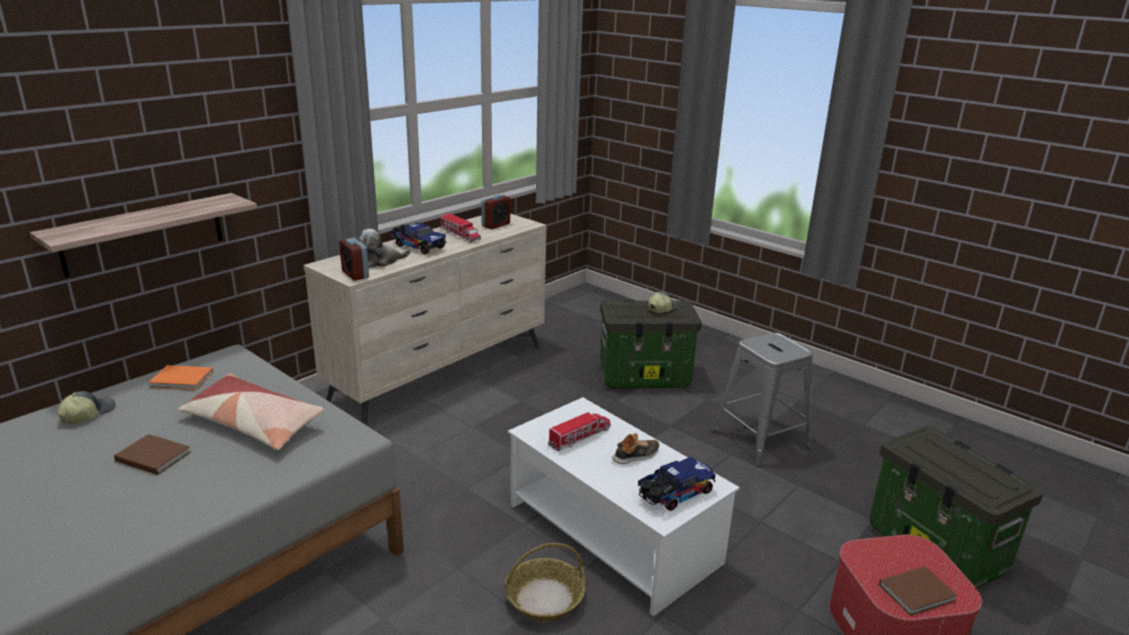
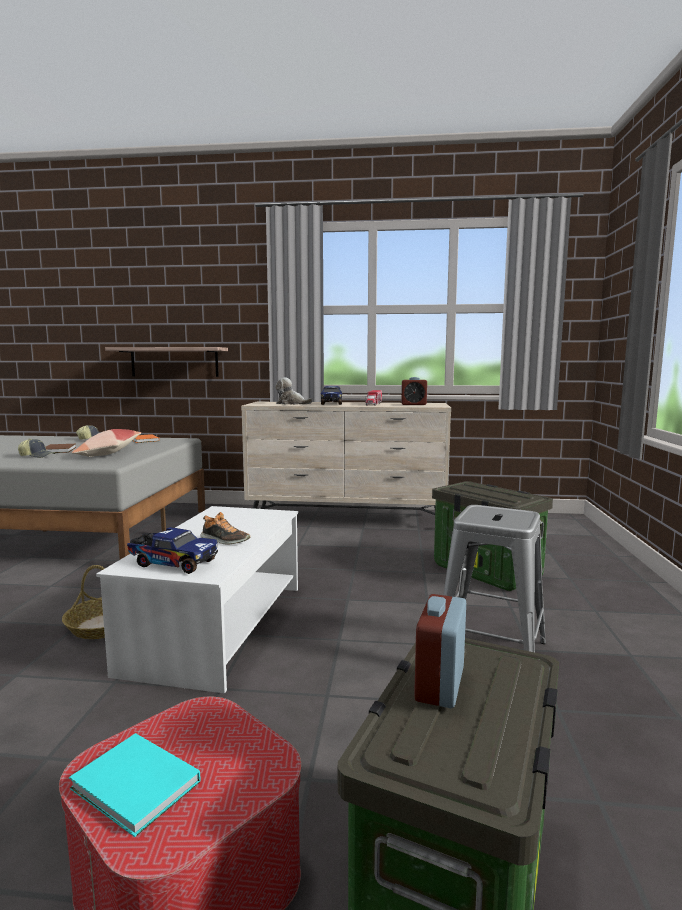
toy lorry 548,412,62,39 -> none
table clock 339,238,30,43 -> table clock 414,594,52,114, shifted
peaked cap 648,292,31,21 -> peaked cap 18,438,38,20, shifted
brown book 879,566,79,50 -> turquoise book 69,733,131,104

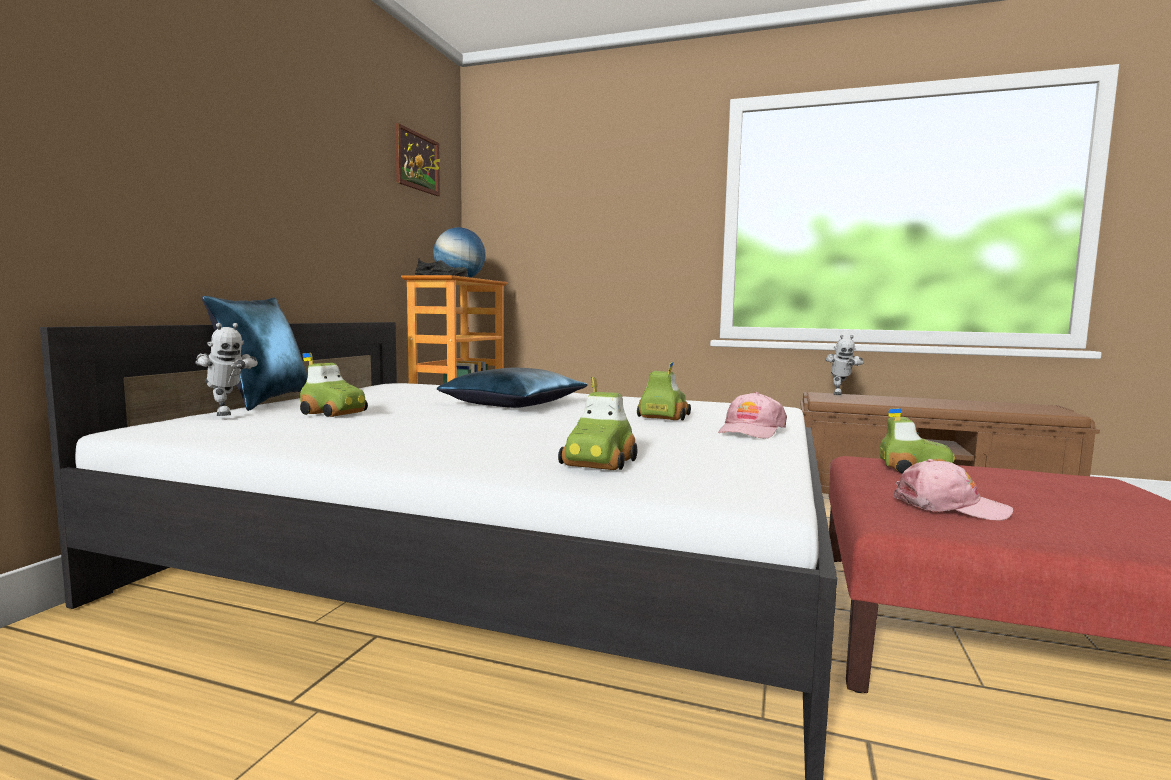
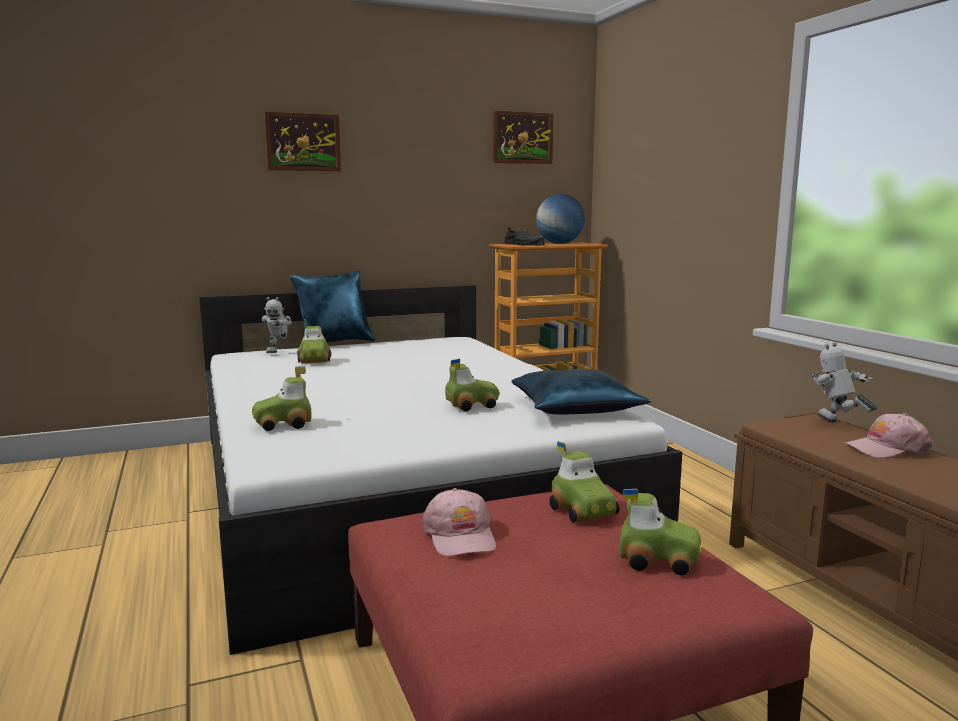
none -> picture 264,111,77,60
none -> miniature car 620,489,81,86
blue pillow 437,368,151,40 -> blue pillow 512,369,139,46, shifted
pink-coloured peaked cap 718,392,69,47 -> pink-coloured peaked cap 845,413,88,45, shifted
robot figure 825,335,39,60 -> robot figure 812,342,65,81, 90 degrees clockwise

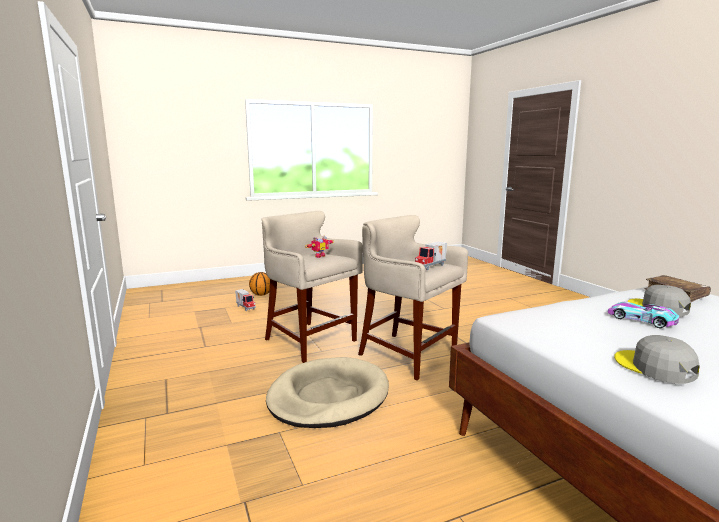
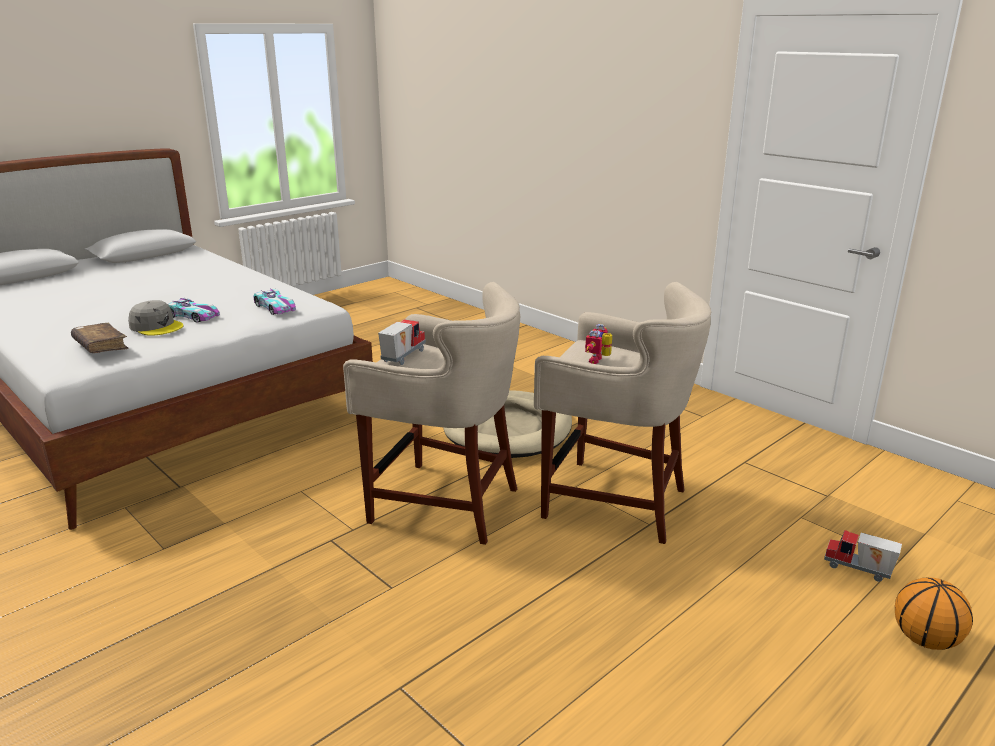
greyish peaked cap 614,335,86,49 -> none
none -> miniature car 253,289,43,26

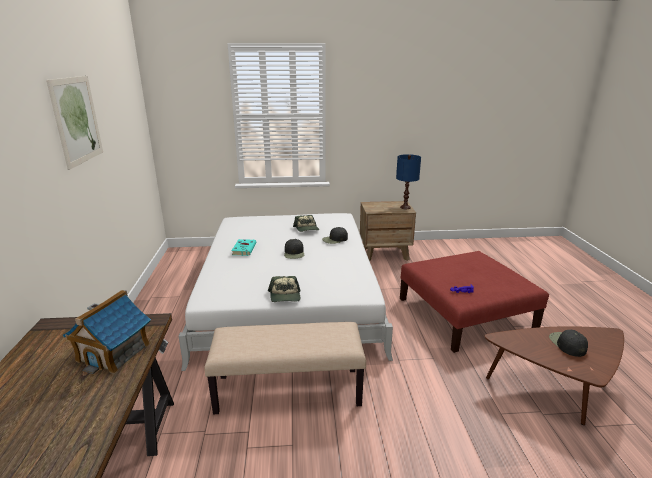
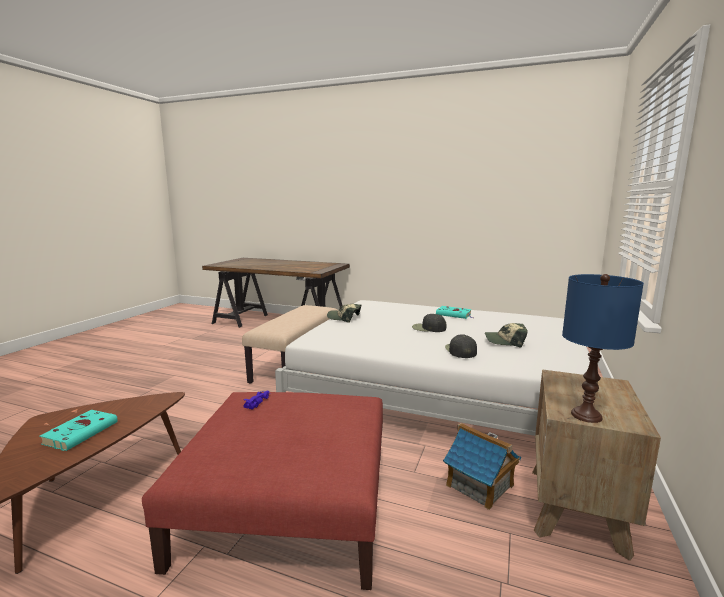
picture 46,76,57,94 -> none
toy house 63,290,88,84 -> toy house 443,423,78,87, shifted
black peaked cap 549,330,39,27 -> turquoise book 39,410,79,41

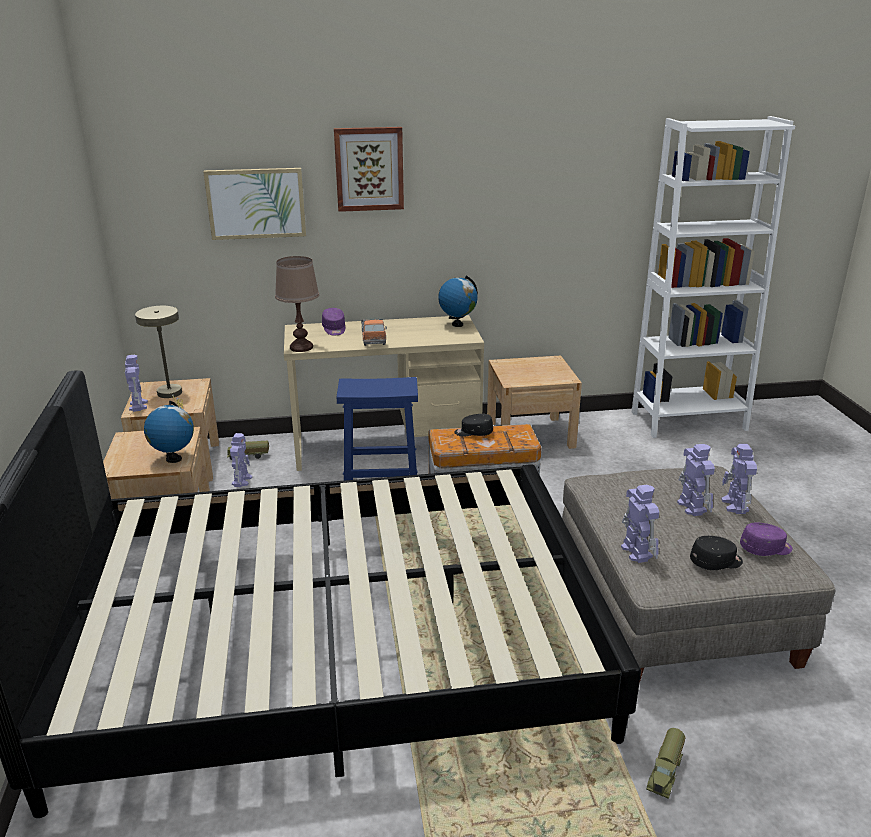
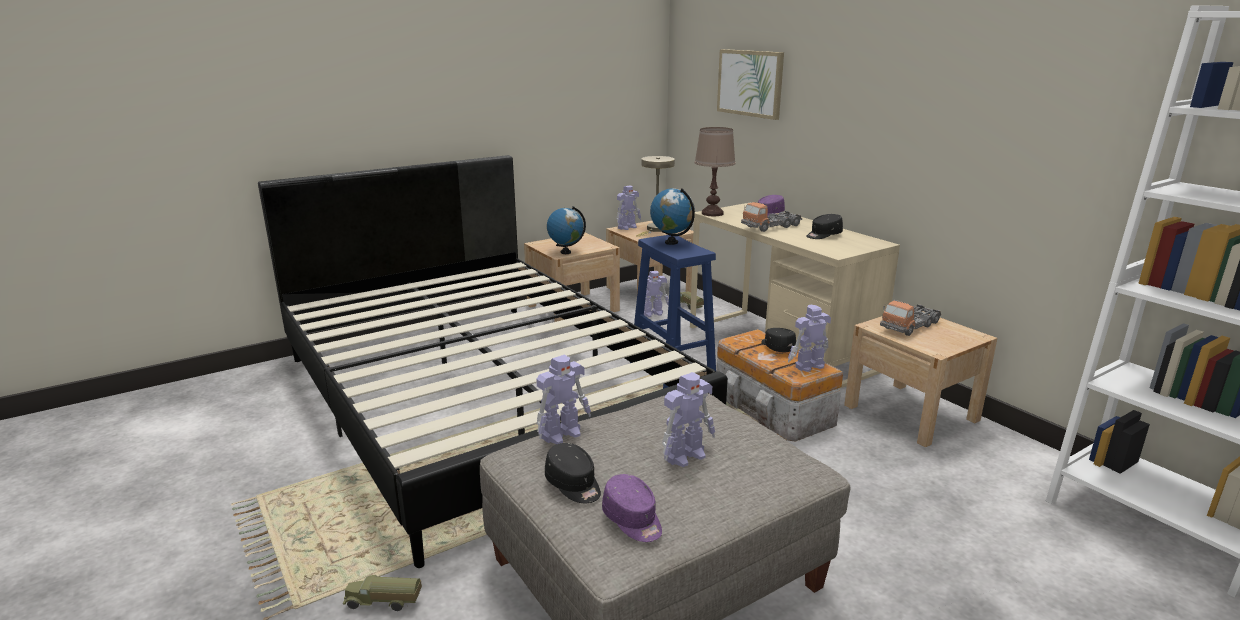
picture 334,127,70,85 -> none
none -> black peaked cap 806,214,37,25
none -> toy lorry 880,300,61,36
world globe 438,276,40,51 -> world globe 650,188,45,57, shifted
robot figure 721,444,36,70 -> robot figure 788,305,43,67, shifted

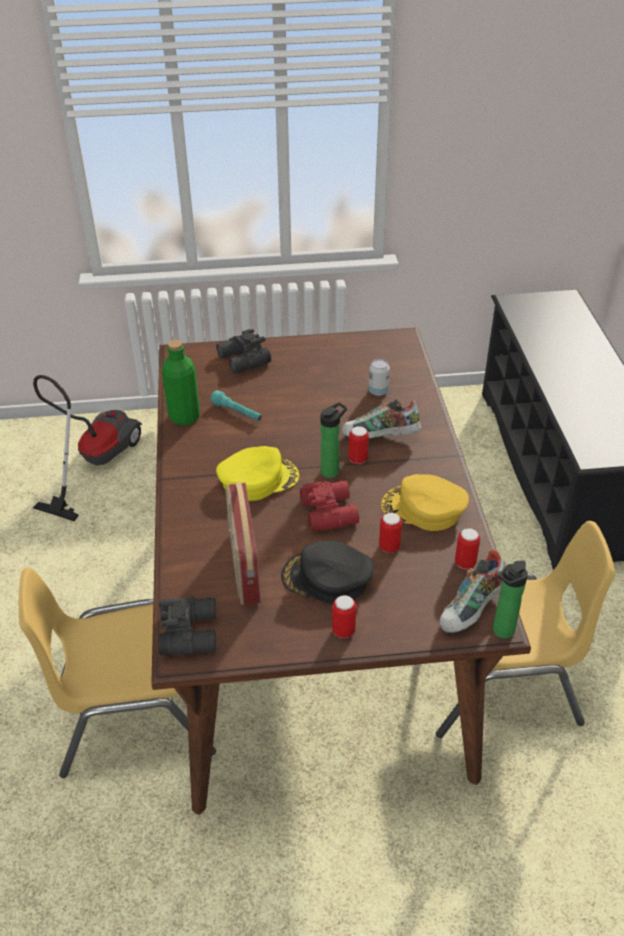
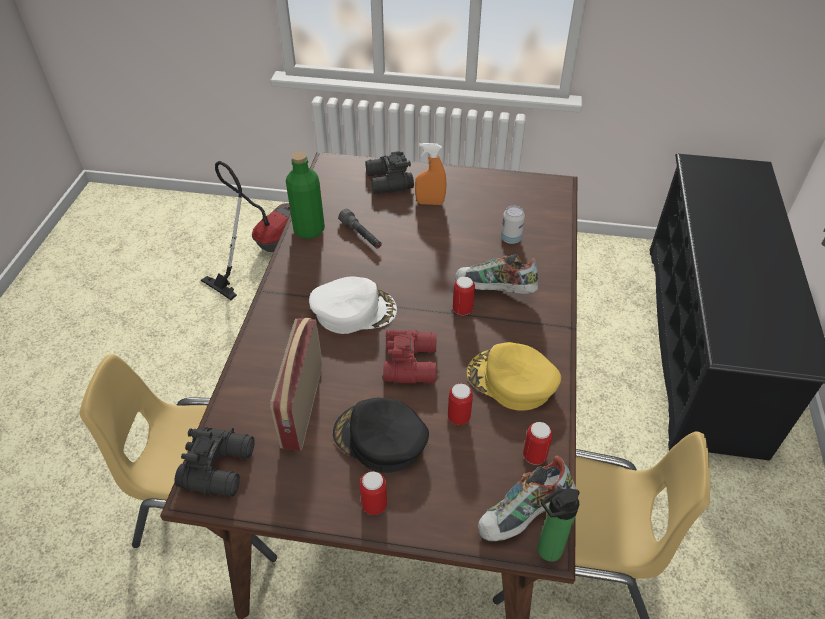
drink bottle 321,402,26,76 -> none
none -> orangey spray bottle 415,143,31,62
turquoise flashlight 210,390,52,31 -> greyish flashlight 339,209,43,40
yellow-coloured peaked cap 216,446,83,55 -> white-coloured peaked cap 309,277,88,57

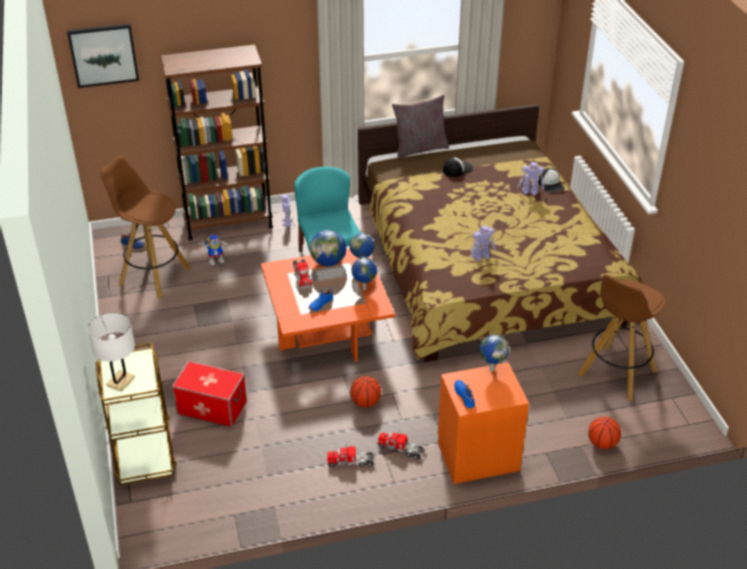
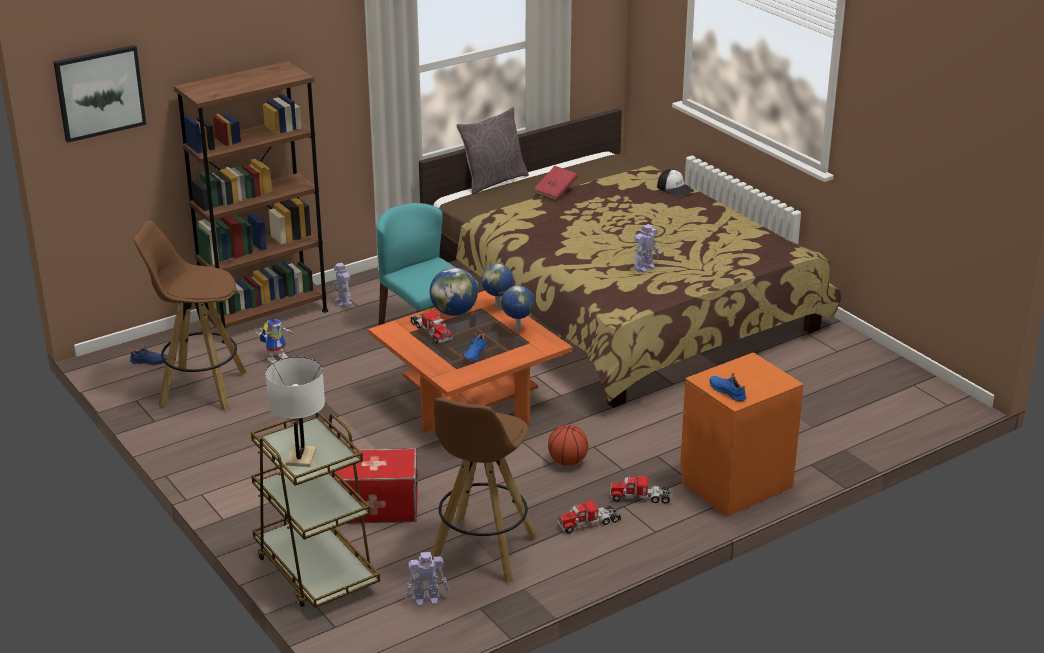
world globe 479,335,30,36 -> none
ball for basketball 588,417,33,32 -> none
robot figure 518,162,26,33 -> robot figure 405,552,44,54, shifted
brown stool 578,274,88,127 -> brown stool 431,397,107,185, shifted
peaked cap 443,157,30,20 -> reddish book 534,166,44,35

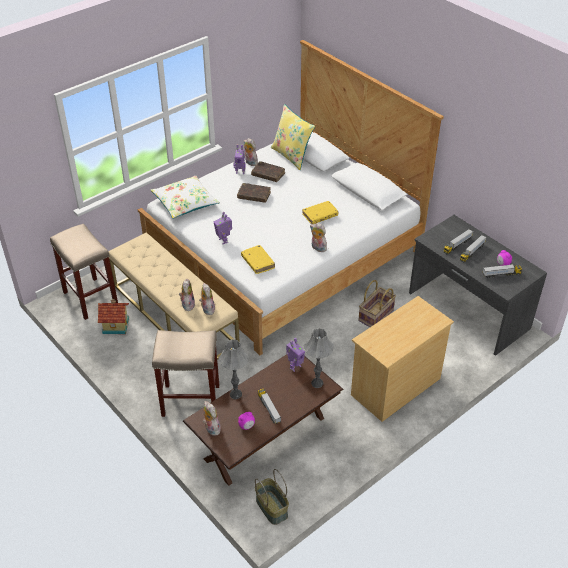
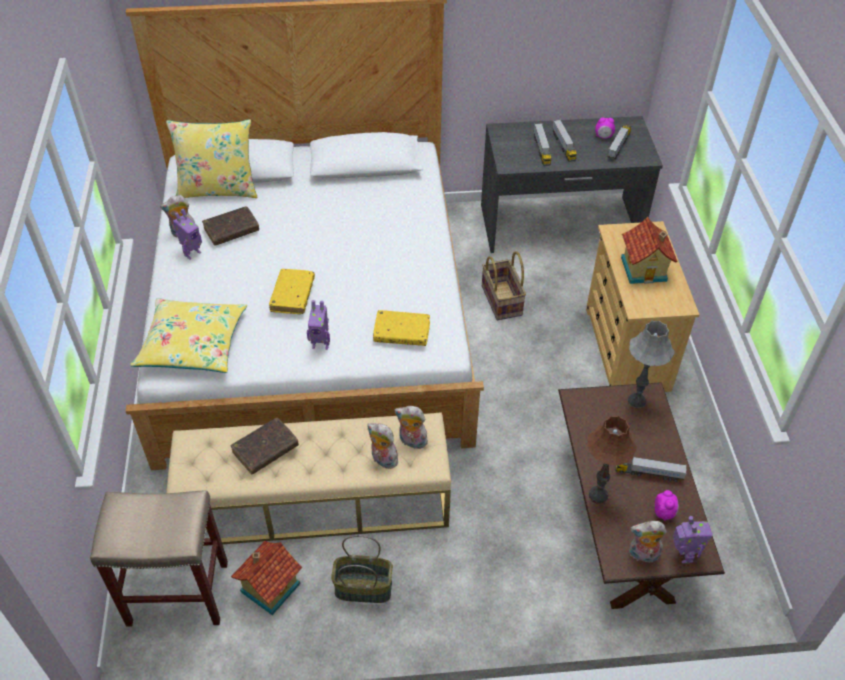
sand-coloured stool 152,330,67,87 -> none
plush toy 310,223,17,29 -> none
none -> toy house 621,217,57,67
brown book 237,183,34,20 -> brown book 231,418,68,56, shifted
household basket 255,469,34,56 -> household basket 331,535,62,68, shifted
robot figure 286,338,19,34 -> robot figure 672,516,41,48, shifted
yellow-coloured book 302,201,37,23 -> yellow-coloured book 269,269,46,45, shifted
white-coloured pillow 150,176,70,43 -> yellow-coloured pillow 130,298,117,75
greyish tabletop lamp 218,339,31,60 -> brown tabletop lamp 588,416,49,88

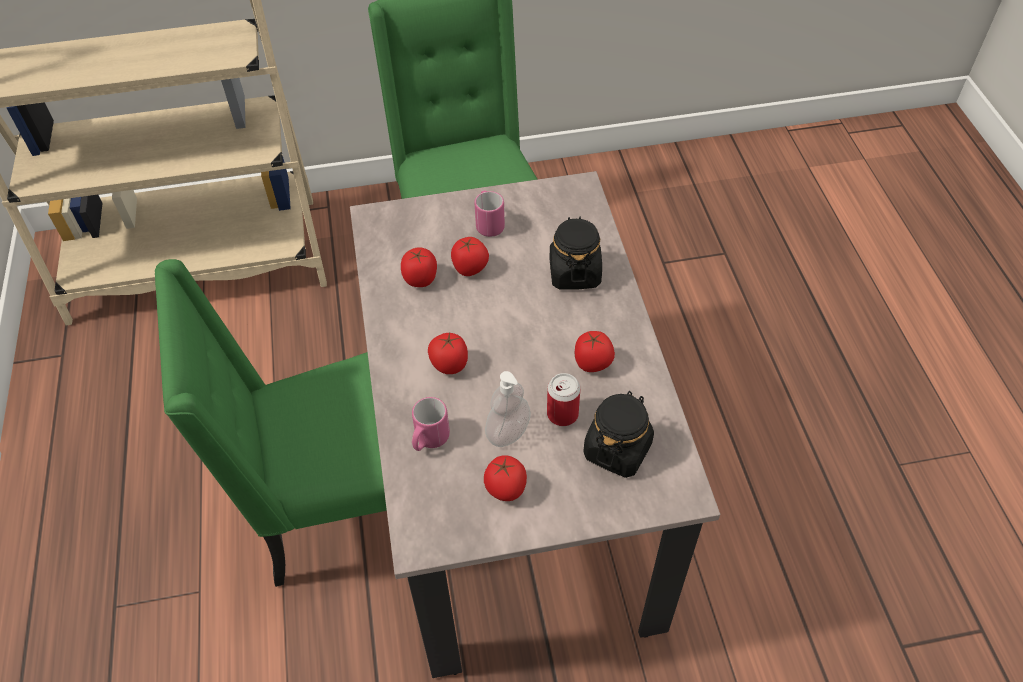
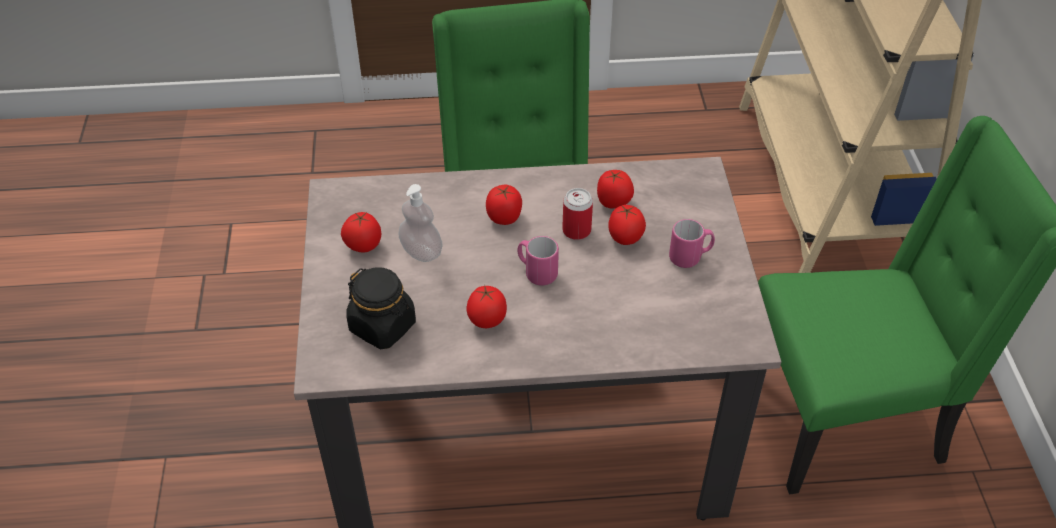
black jar 549,217,53,72 -> none
pink-coloured coffee mug 412,397,38,54 -> pink-coloured coffee mug 517,236,42,50, shifted
sealed can 547,373,34,53 -> sealed can 562,188,31,52, shifted

